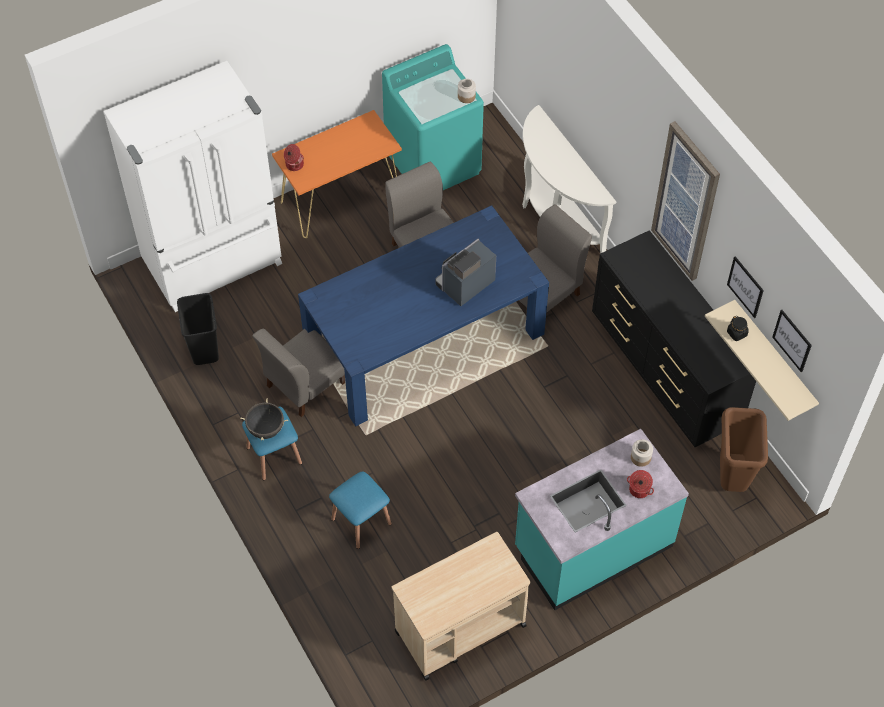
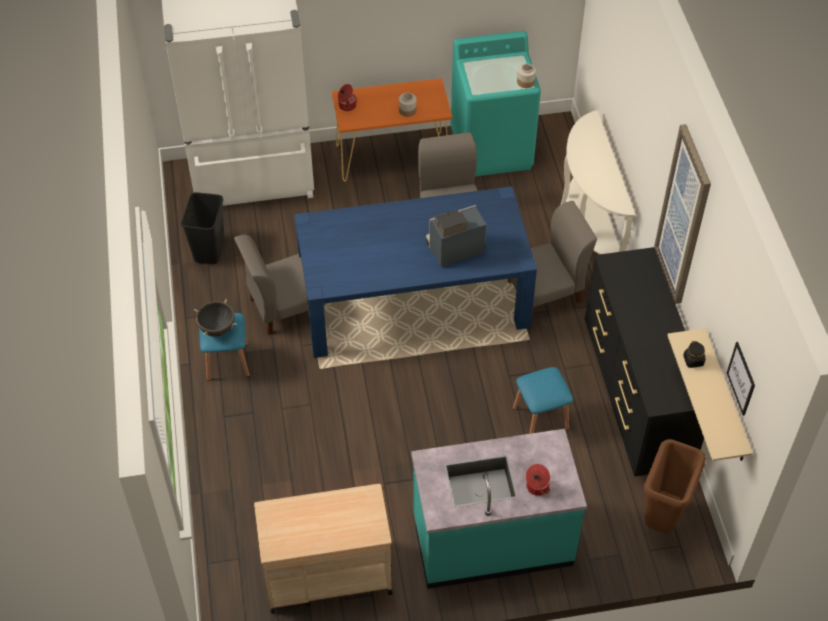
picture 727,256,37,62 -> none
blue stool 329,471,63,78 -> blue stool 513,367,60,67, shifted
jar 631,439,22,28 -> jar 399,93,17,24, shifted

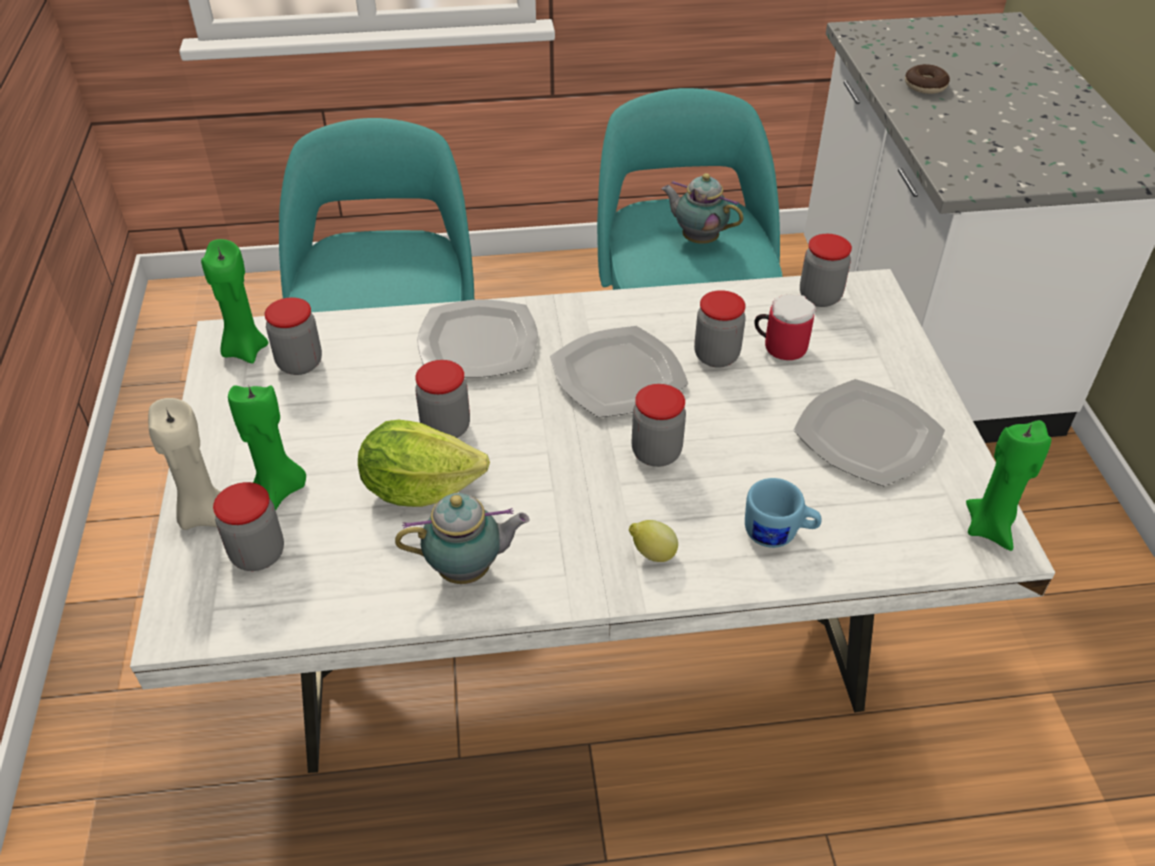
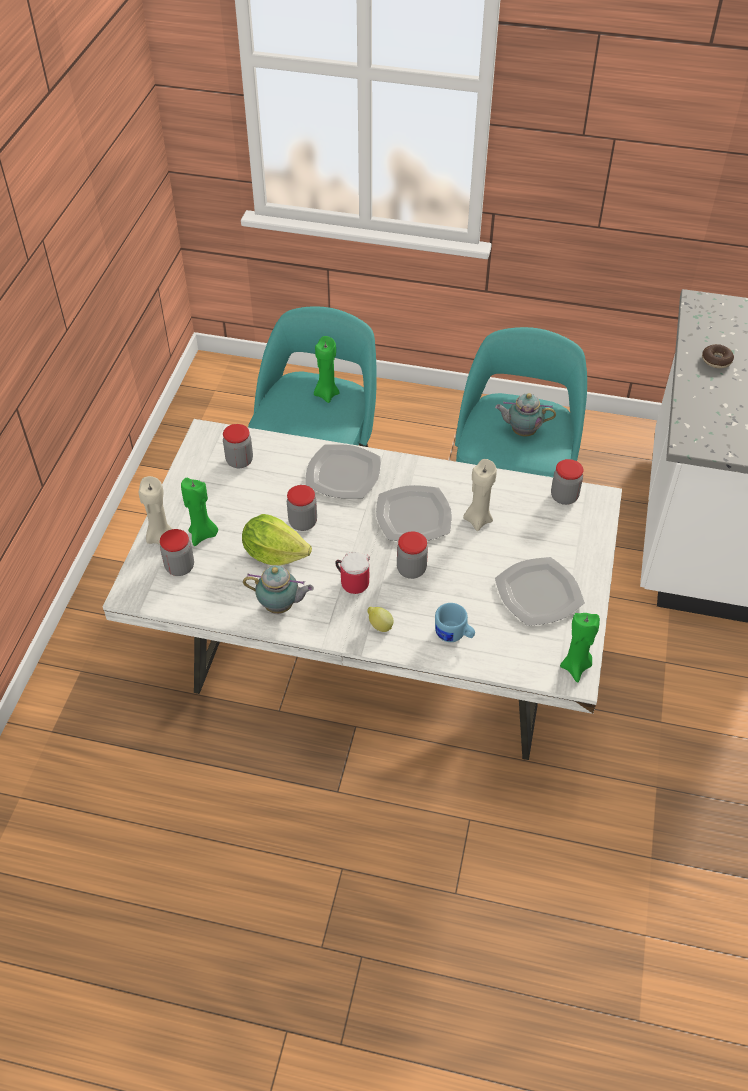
green wax candle 201,239,67,125 -> green wax candle 314,336,26,67, shifted
coffee mug 754,295,62,65 -> coffee mug 335,552,35,42, shifted
jar 694,290,52,78 -> sand-coloured wax candle 463,459,34,72
tea pot 661,173,82,71 -> tea pot 495,393,61,44, 45 degrees counterclockwise

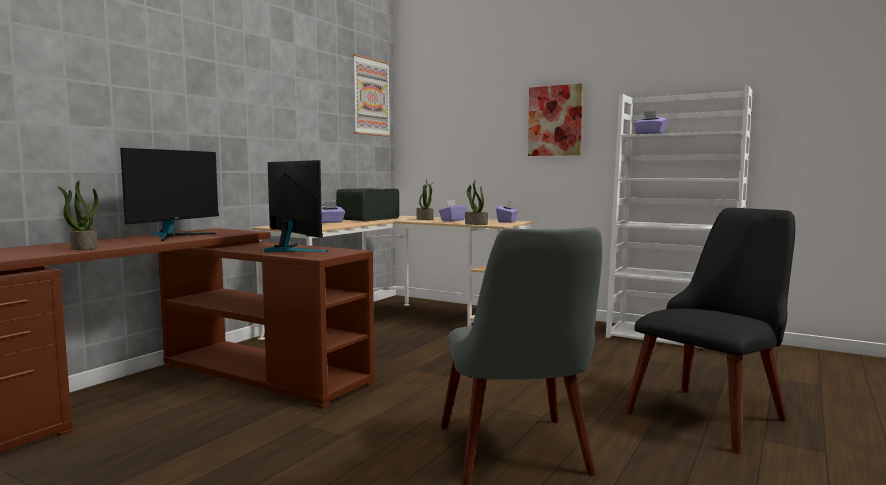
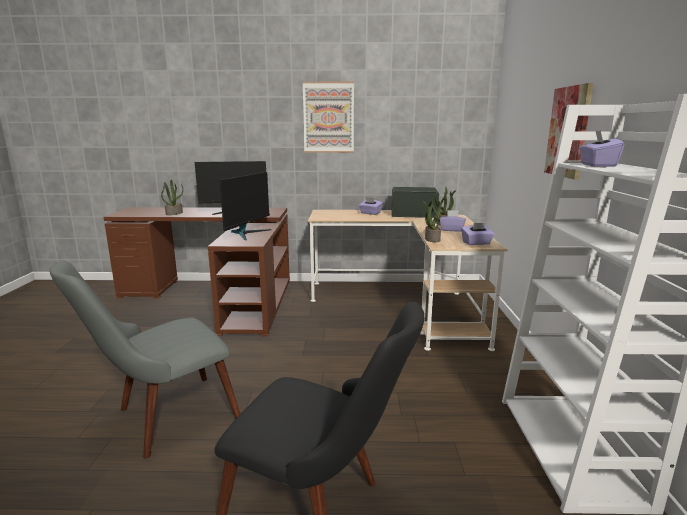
picture 353,54,38,83 -> picture 303,82,51,71, shifted

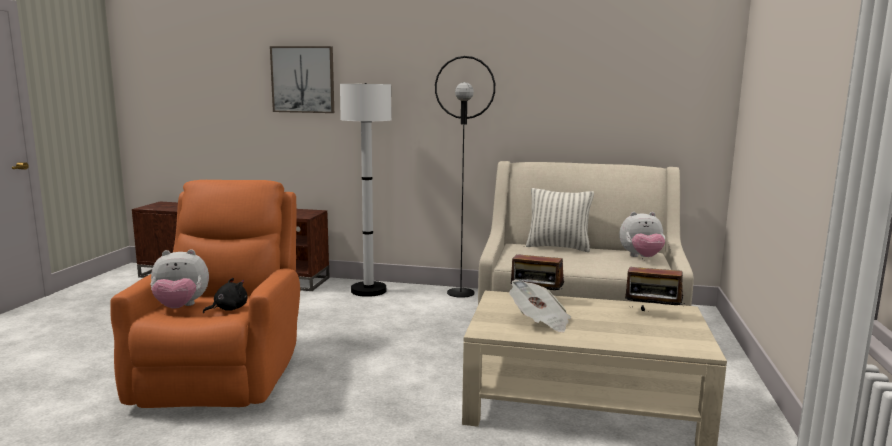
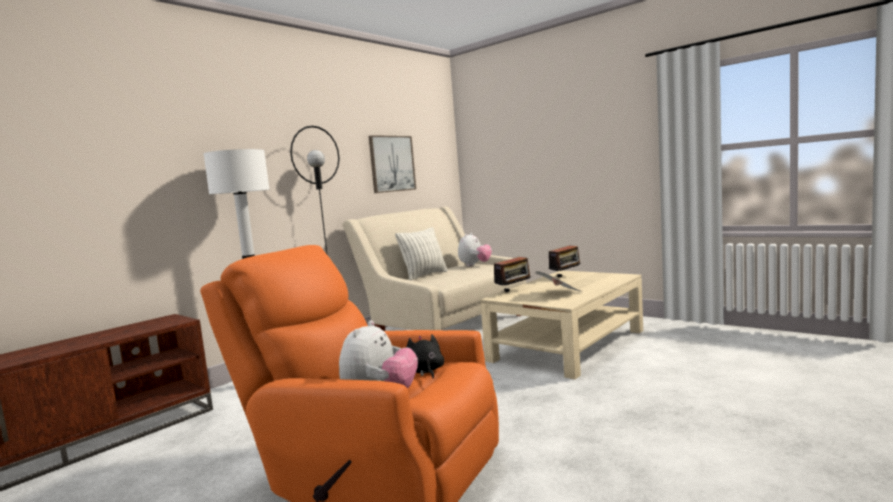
picture 270,46,64,67 -> picture 369,135,47,58, shifted

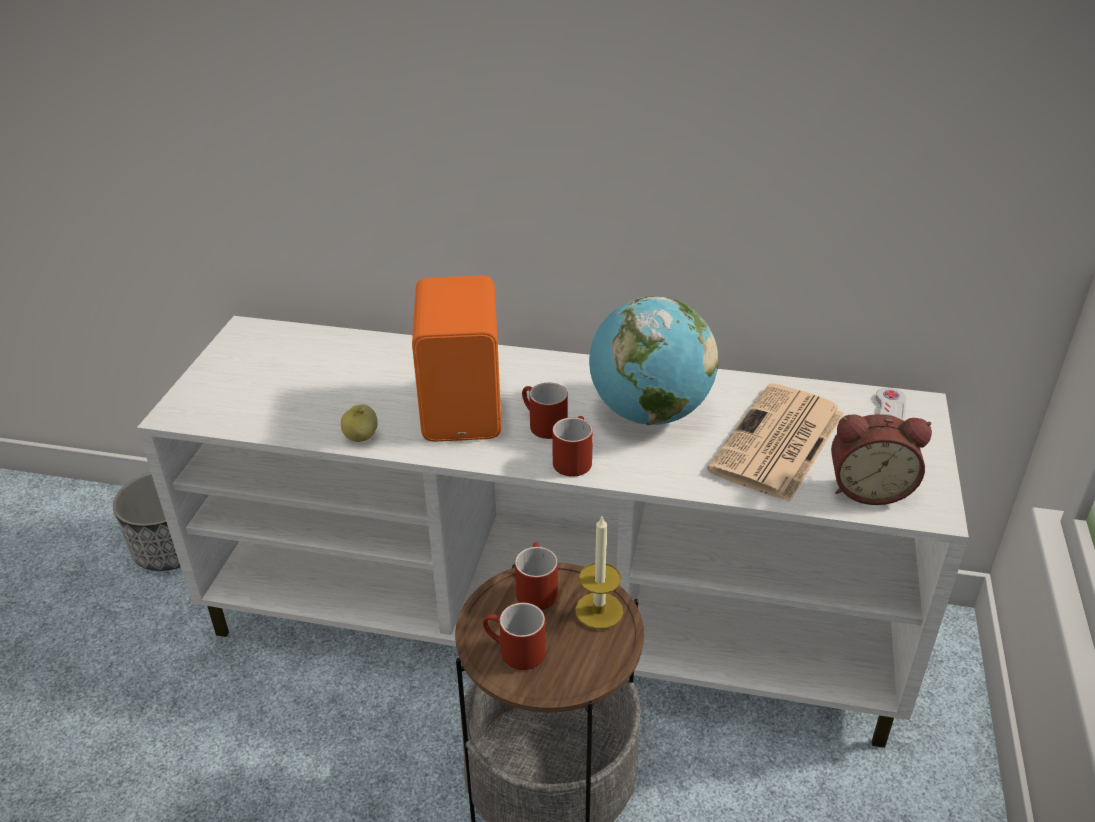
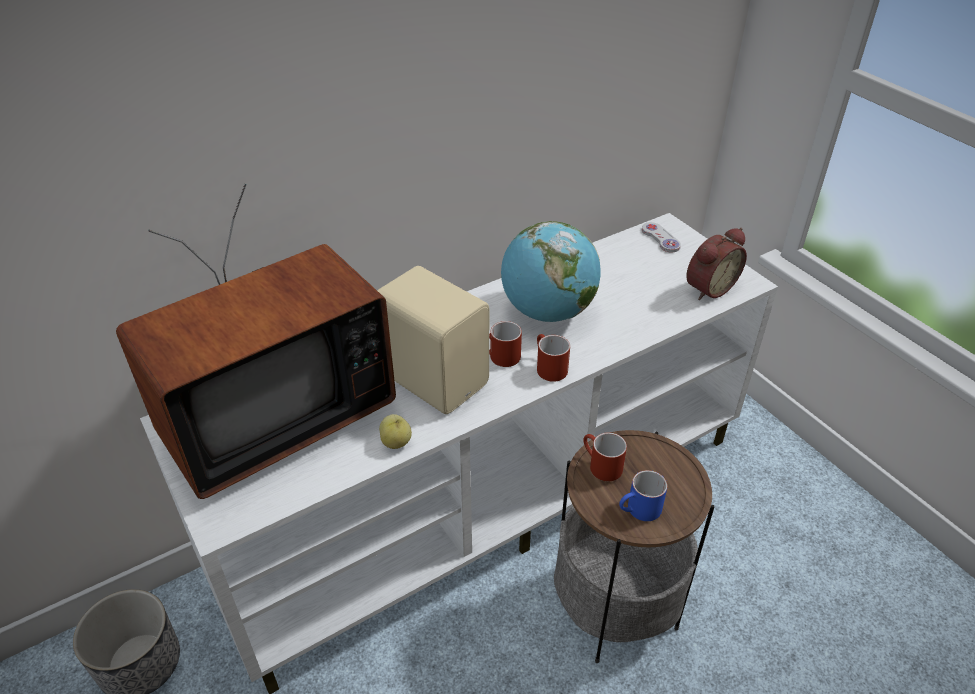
wax candle 575,516,48,113 -> none
daily paper 707,384,137,118 -> none
none -> TV 116,184,280,315
orangey loudspeaker 412,275,90,167 -> sand-coloured loudspeaker 377,266,112,148
reddish coffee mug 483,602,63,68 -> blue coffee mug 619,470,49,51

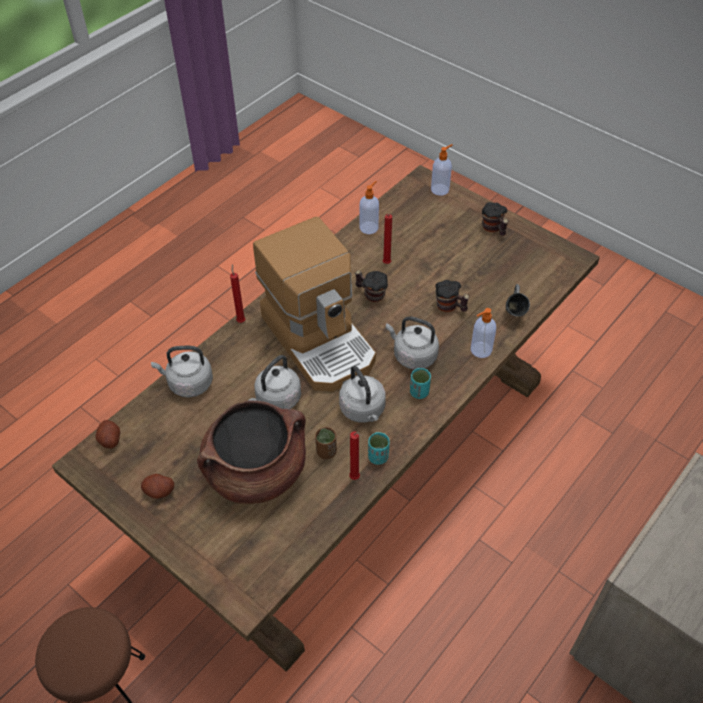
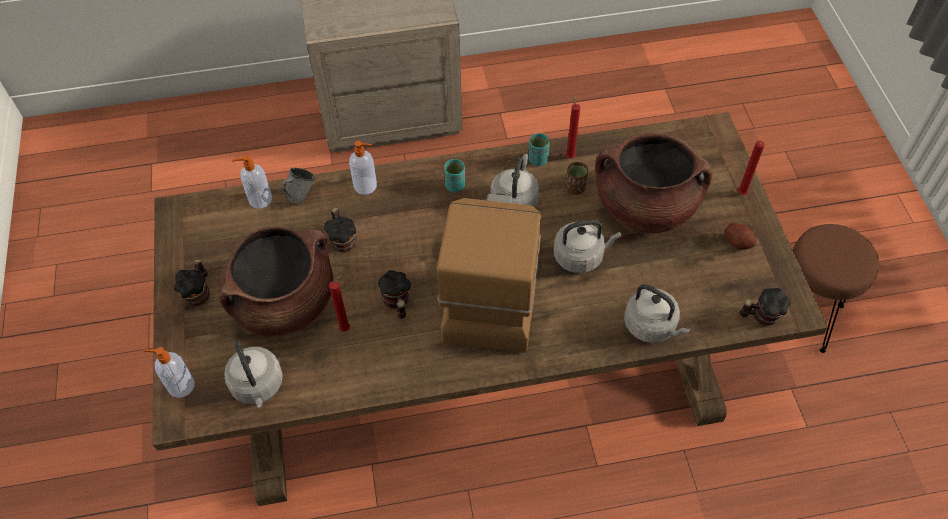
none -> brown stockpot 219,227,114,110
reddish wax candle 230,264,15,59 -> reddish wax candle 738,141,27,54, shifted
soap dispenser 360,181,19,53 -> soap dispenser 232,155,40,54, shifted
greyish kettle 386,316,53,54 -> greyish kettle 224,340,59,67, shifted
potato 95,420,25,29 -> coffee mug 739,288,52,38

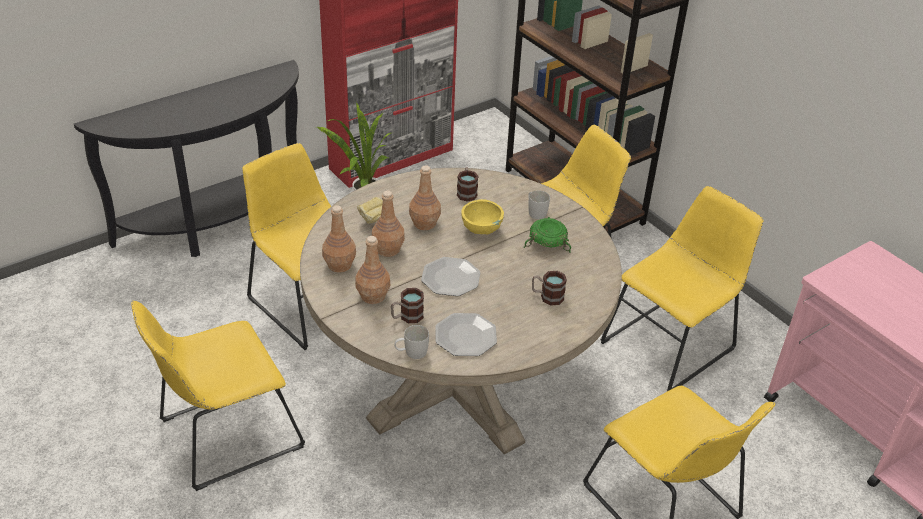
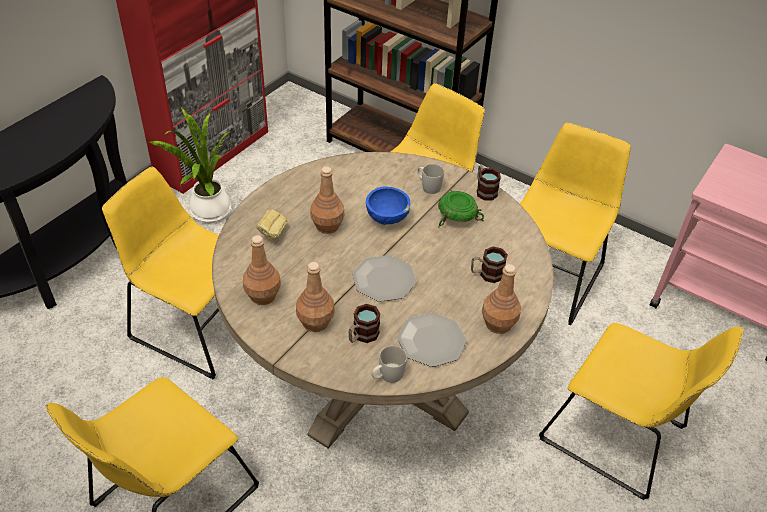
brown drink bottle 372,191,33,66 -> brown drink bottle 482,264,39,70, shifted
coffee mug 457,168,22,34 -> coffee mug 477,165,24,35, shifted
yellow-coloured serving bowl 461,199,43,35 -> blue serving bowl 366,186,44,39

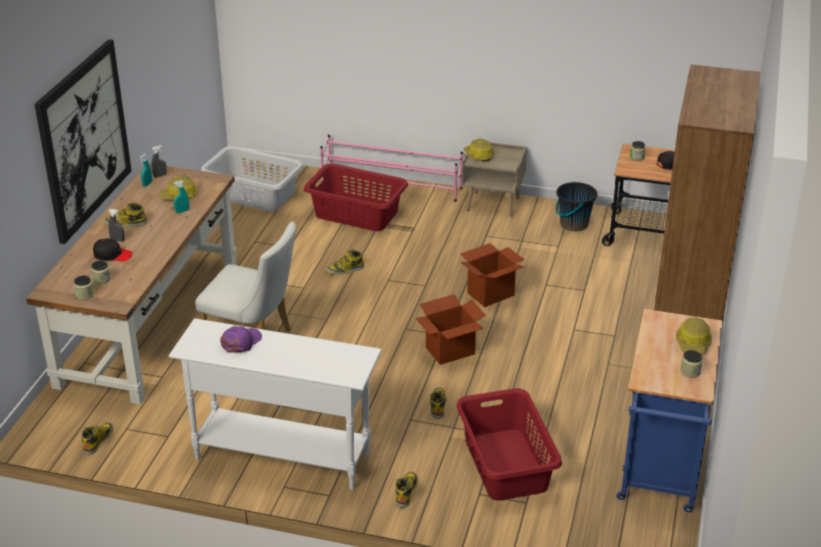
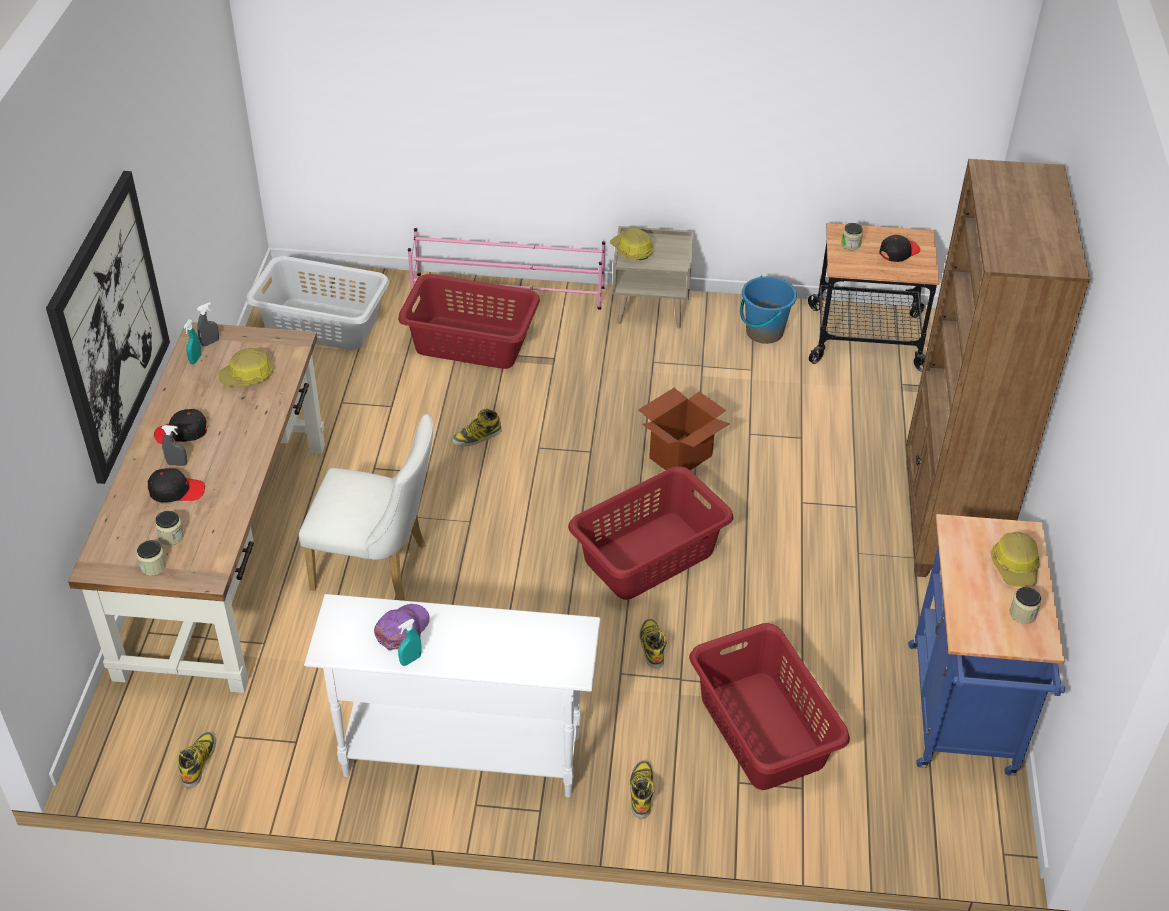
turquoise spray bottle 173,180,16,33 -> turquoise spray bottle 398,619,23,47, shifted
high-top boot 104,202,43,26 -> black peaked cap 154,409,53,35
packing box 415,294,71,71 -> reddish laundry basket 568,466,165,134
black water bucket 556,182,42,49 -> blue water bucket 740,275,57,69

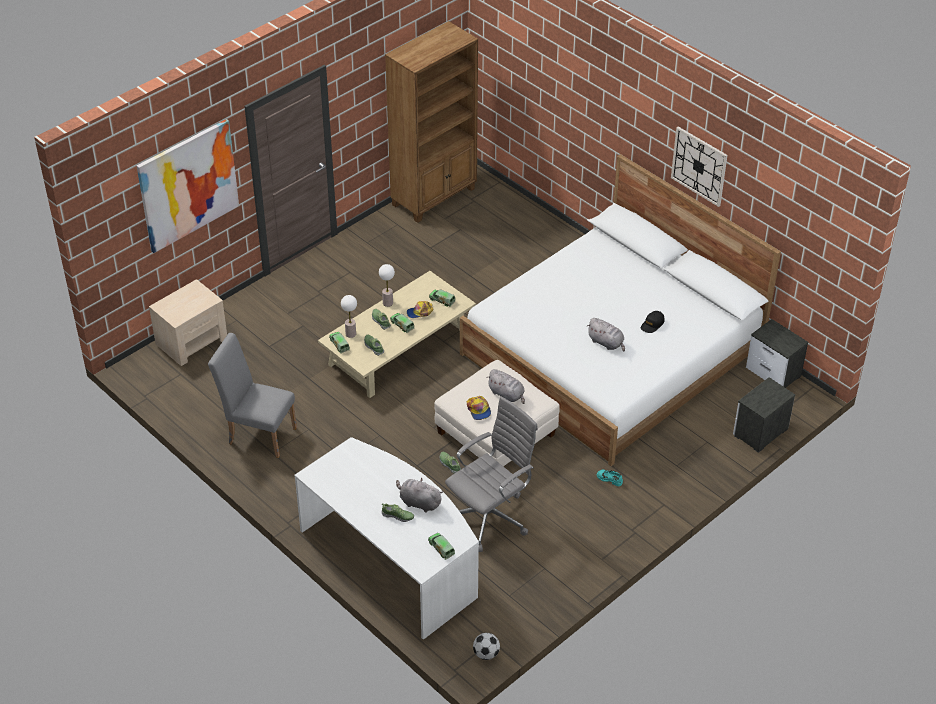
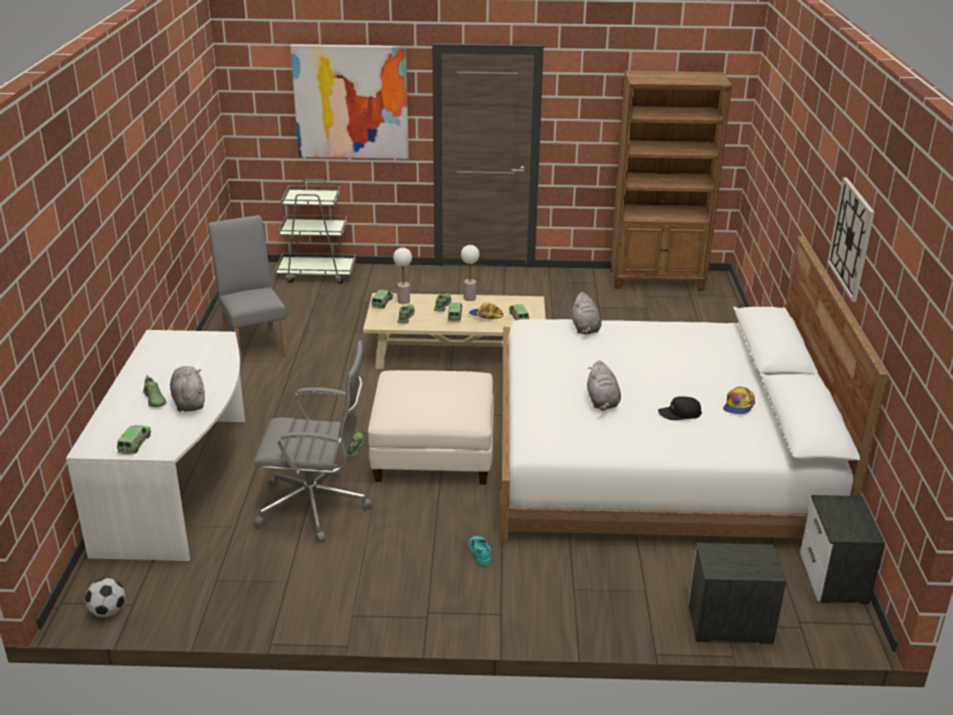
peaked cap 467,396,24,24 -> peaked cap 723,386,32,28, shifted
greyish plush toy 486,369,39,35 -> greyish plush toy 572,292,29,42, shifted
sand-coloured night table 149,279,78,87 -> greyish trolley 275,179,81,105

